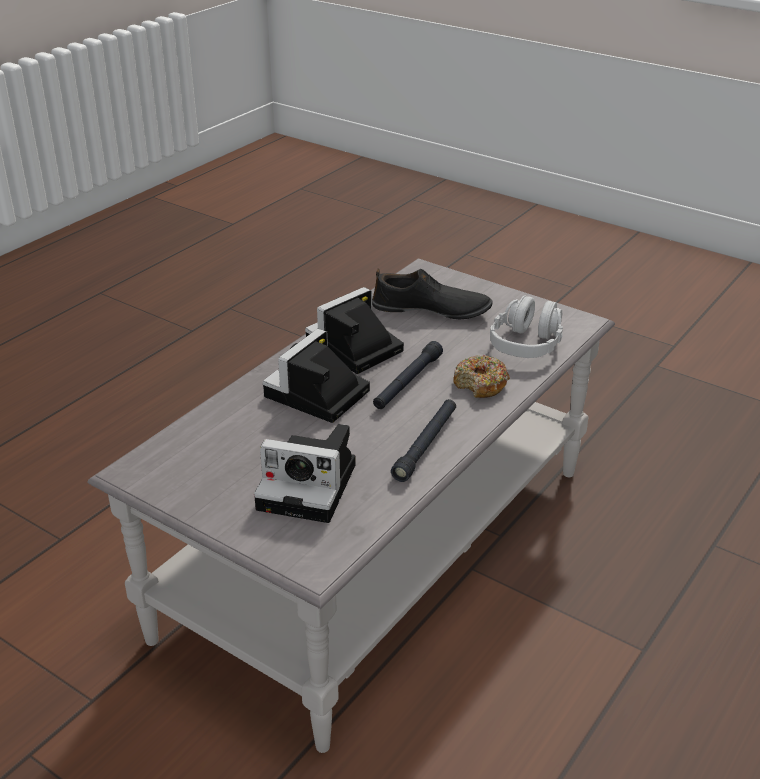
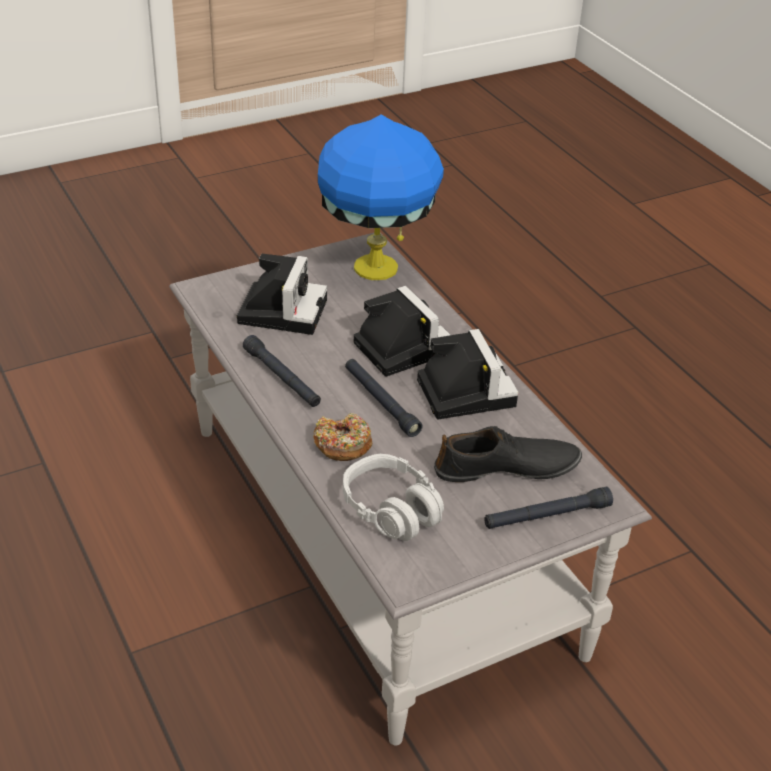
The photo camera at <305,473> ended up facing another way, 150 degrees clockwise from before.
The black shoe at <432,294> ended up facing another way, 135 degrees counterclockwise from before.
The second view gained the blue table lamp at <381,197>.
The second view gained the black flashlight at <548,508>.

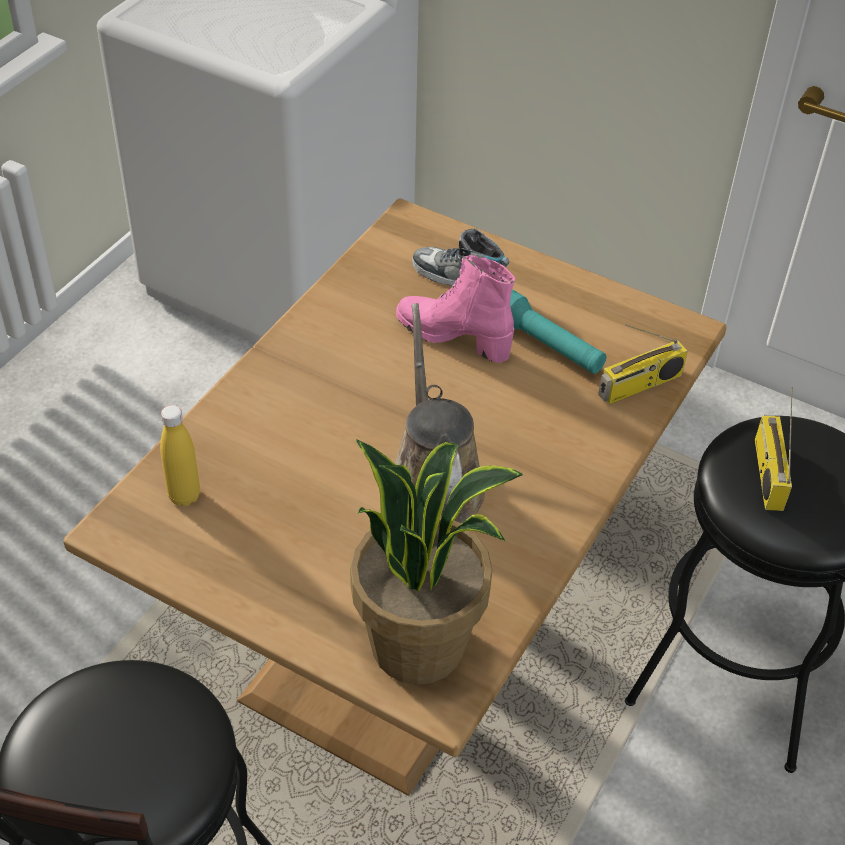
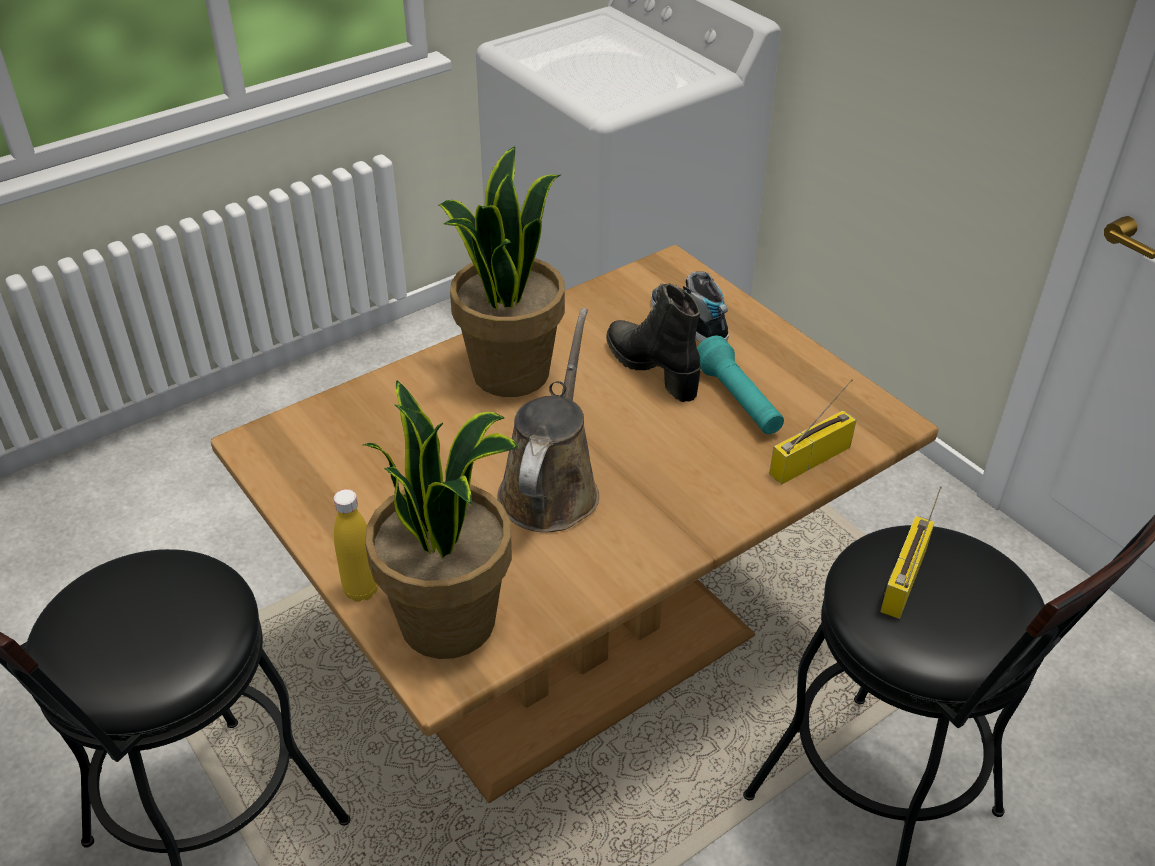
The yellow bottle ended up elsewhere, having gone from <180,455> to <356,545>.
What was the pink boot at <455,309> turned into the black boot at <653,342>.
The radio at <643,364> ended up facing another way, 150 degrees clockwise from before.
The second view gained the potted plant at <502,271>.

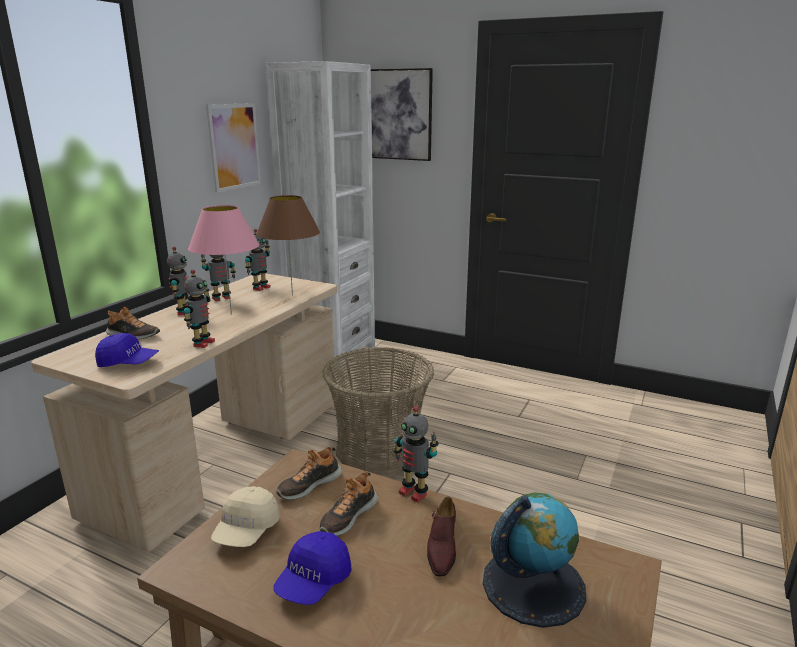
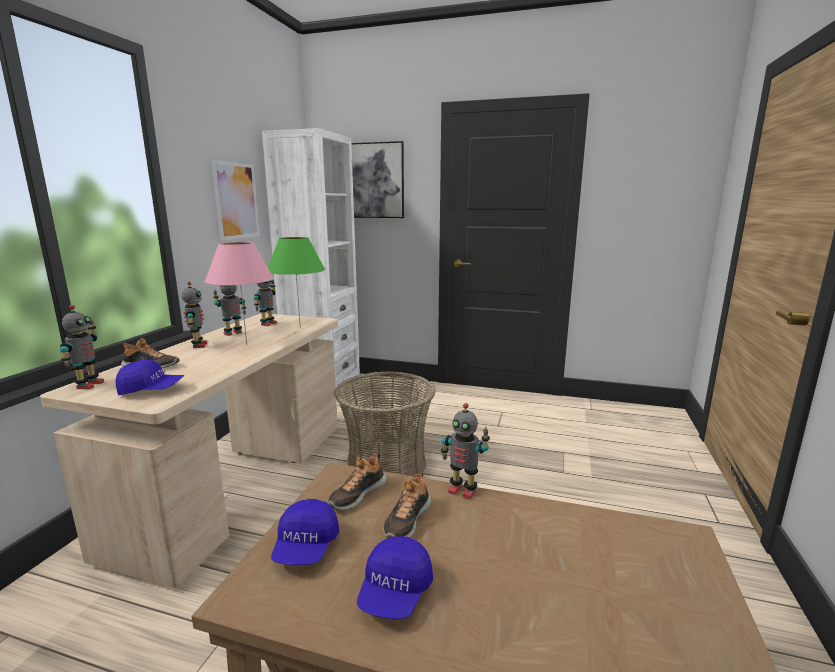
The toy robot ended up elsewhere, having gone from <199,308> to <82,347>.
What was the beige cap at <245,516> turned into the blue cap at <305,532>.
What was the brown table lamp at <288,245> turned into the green table lamp at <296,282>.
The second view lost the brown shoe at <441,537>.
The second view lost the globe at <534,560>.

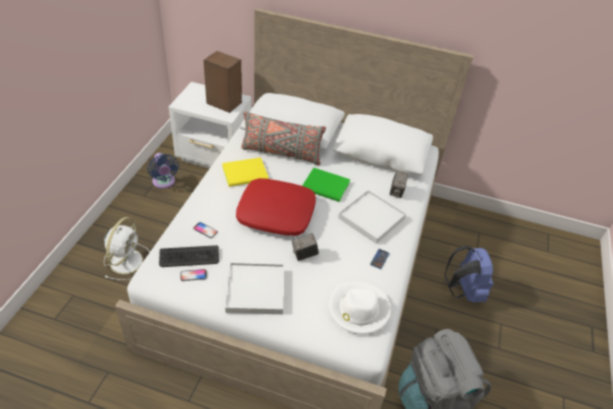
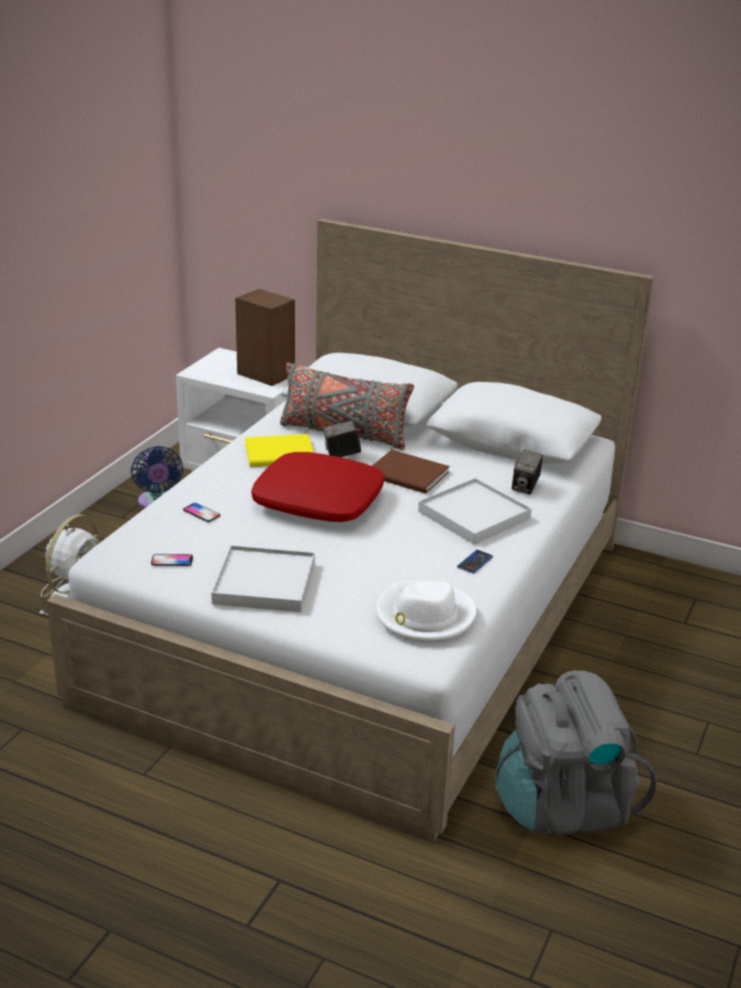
The second view lost the keyboard at <189,256>.
The photo camera ended up elsewhere, having gone from <305,247> to <342,438>.
What was the green book at <326,185> turned into the brown book at <411,472>.
The second view lost the blue backpack at <468,274>.

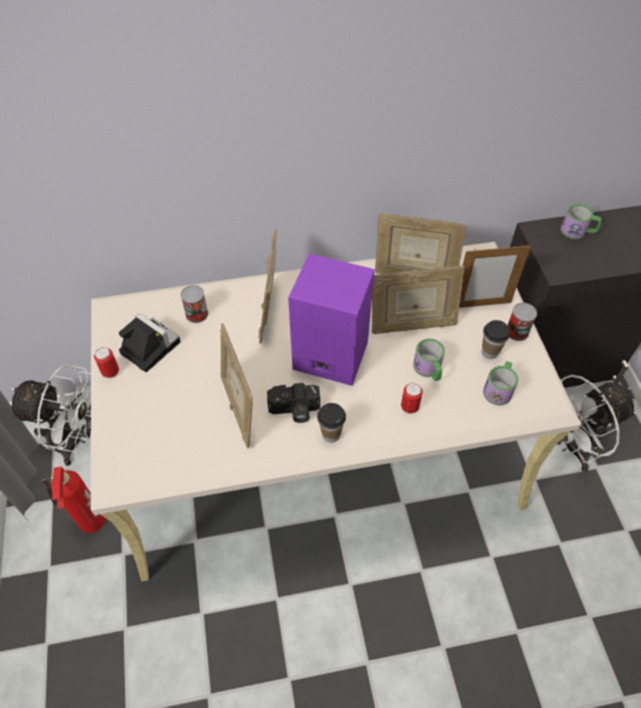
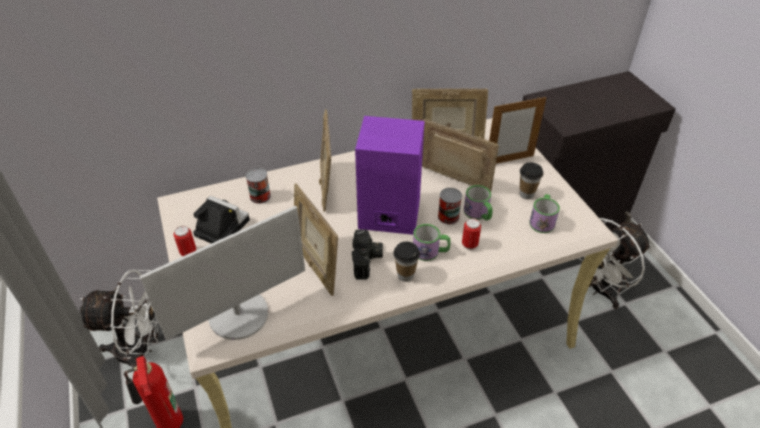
The photo camera at <293,403> ended up facing another way, 75 degrees counterclockwise from before.
The picture frame at <418,300> ended up facing another way, 135 degrees counterclockwise from before.
The can ended up elsewhere, having gone from <522,322> to <450,206>.
The mug ended up elsewhere, having gone from <581,221> to <432,242>.
The second view gained the monitor at <222,273>.

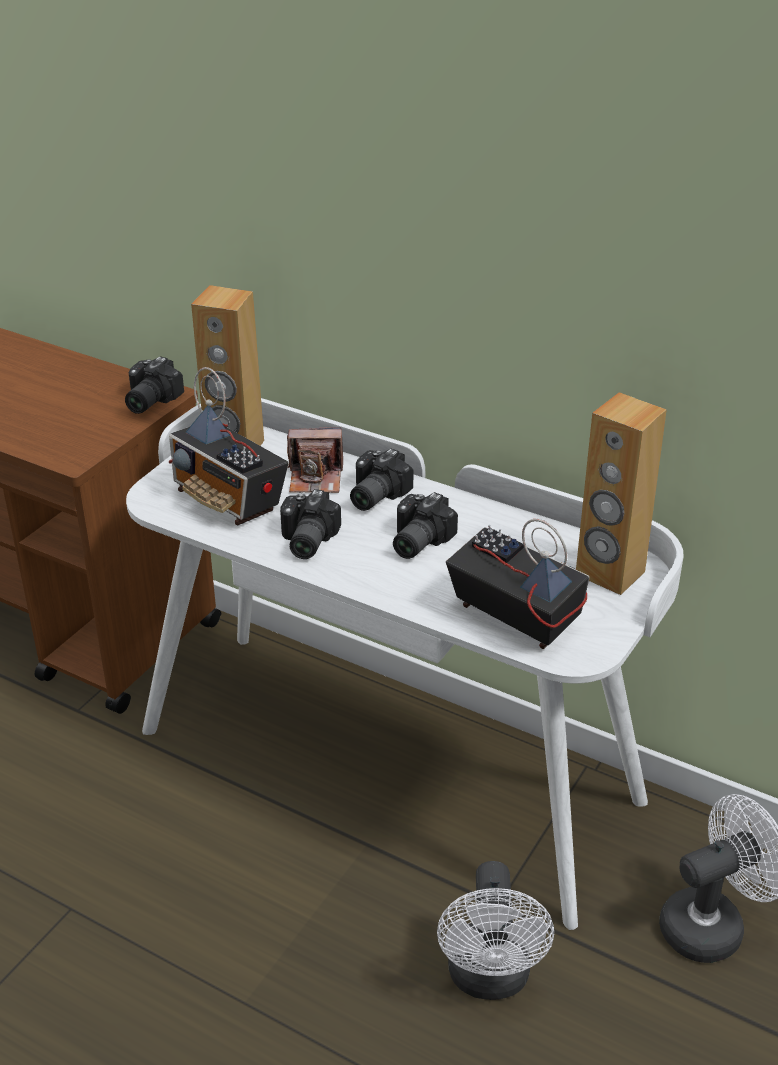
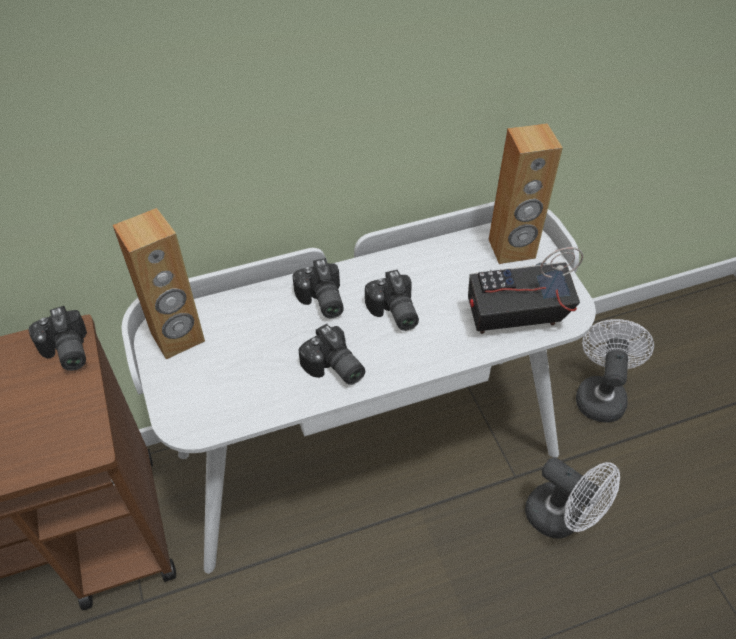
The second view lost the radio at <228,446>.
The second view lost the photo camera at <315,460>.

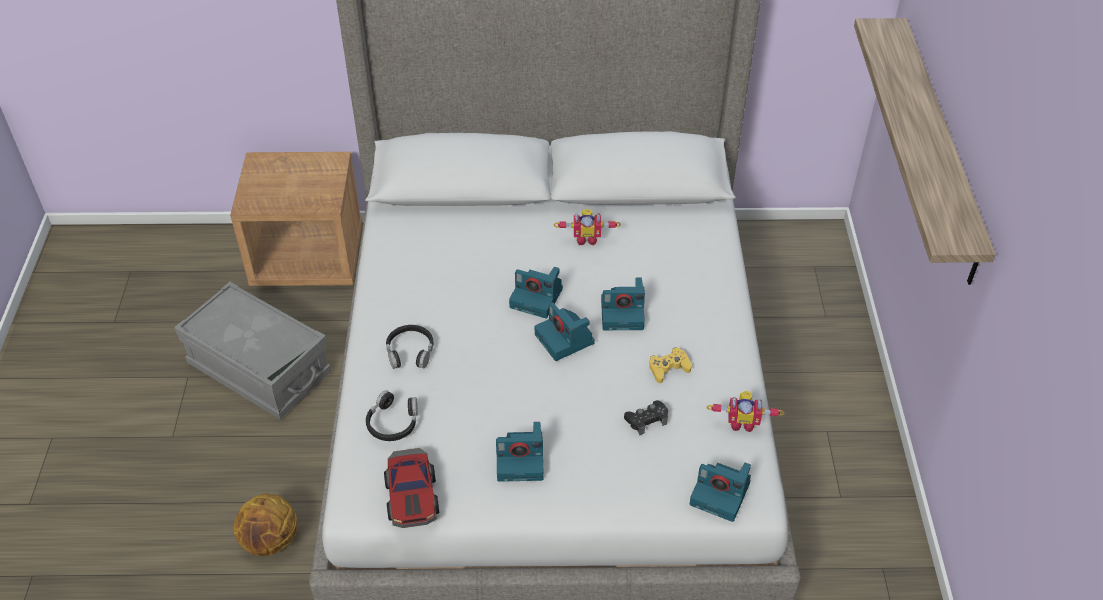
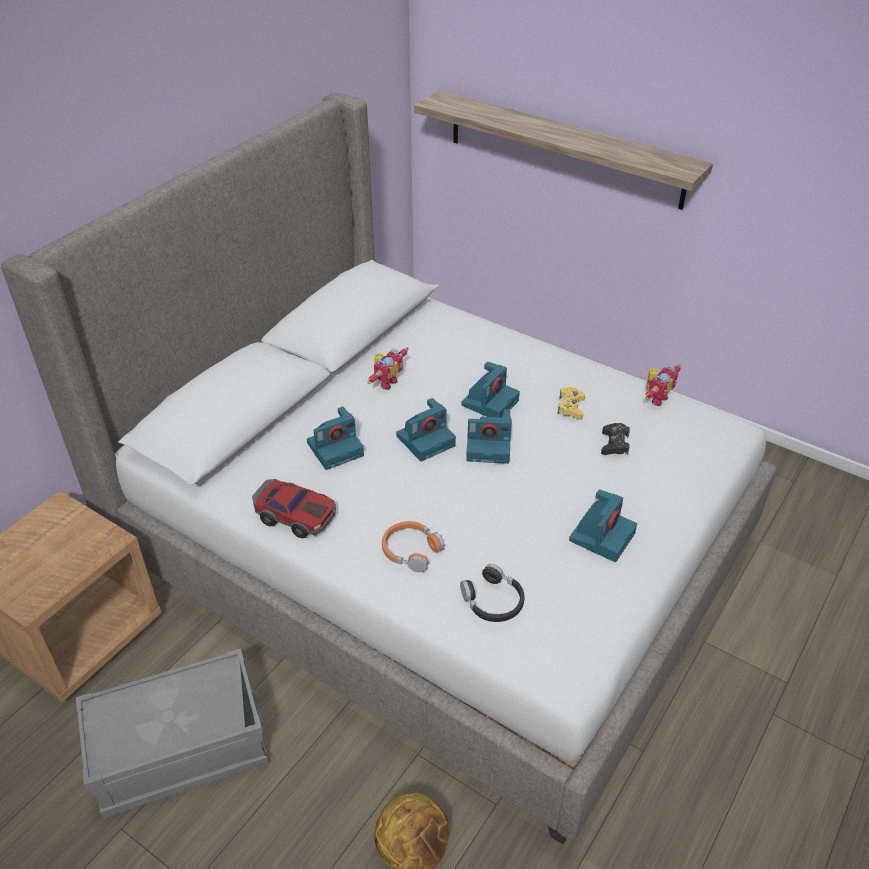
The toy car ended up elsewhere, having gone from <411,488> to <294,508>.
What was the black headphones at <409,347> turned into the orange headphones at <413,546>.
The photo camera ended up elsewhere, having gone from <720,492> to <335,438>.

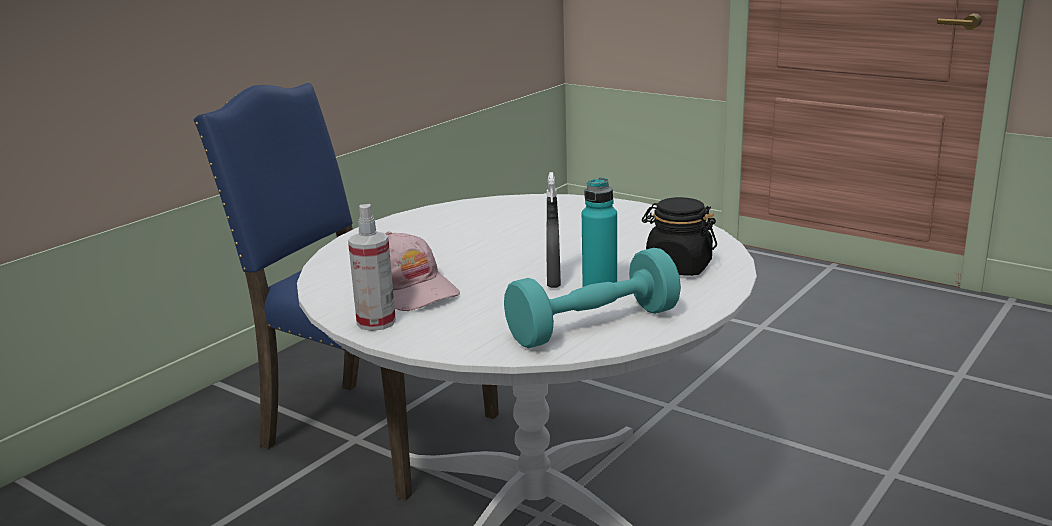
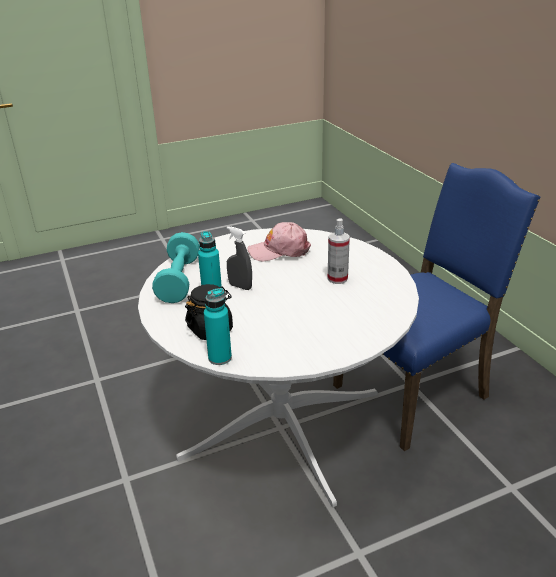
The spray bottle ended up elsewhere, having gone from <372,267> to <339,251>.
The second view gained the turquoise bottle at <218,326>.

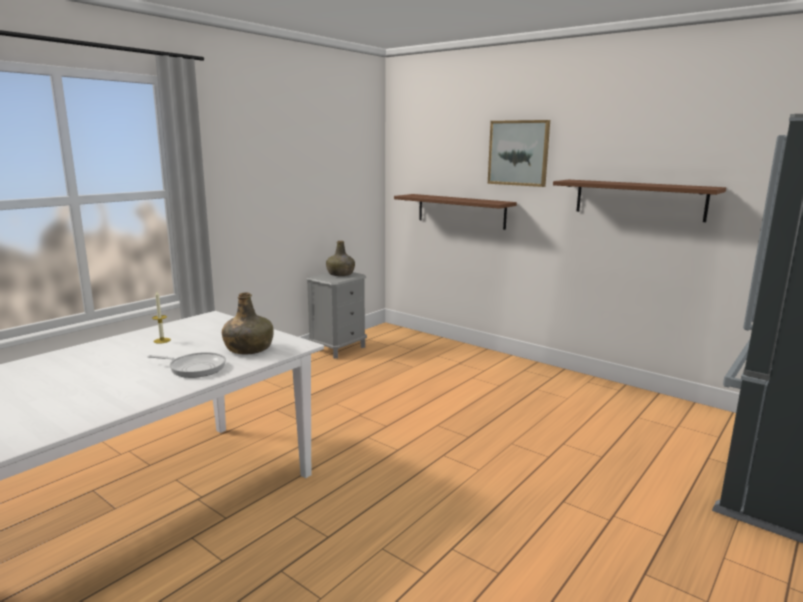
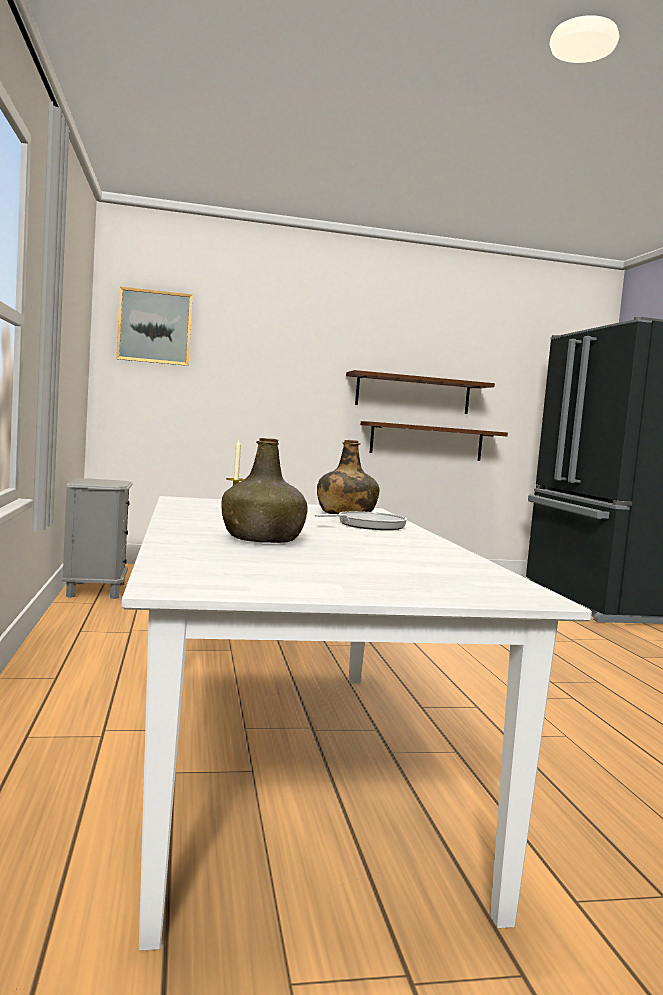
The green bottle ended up elsewhere, having gone from <340,258> to <264,490>.
The brown shelf ended up elsewhere, having gone from <455,212> to <434,441>.
The picture ended up elsewhere, having gone from <519,153> to <154,326>.

